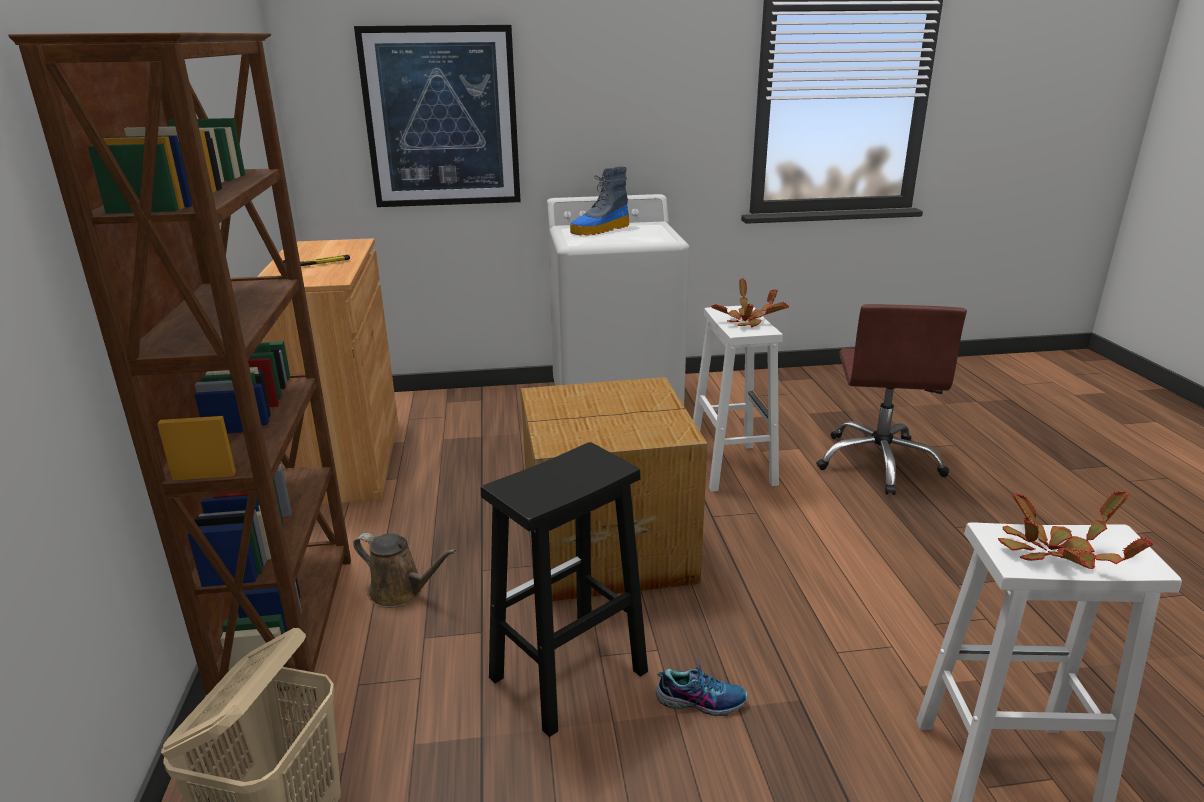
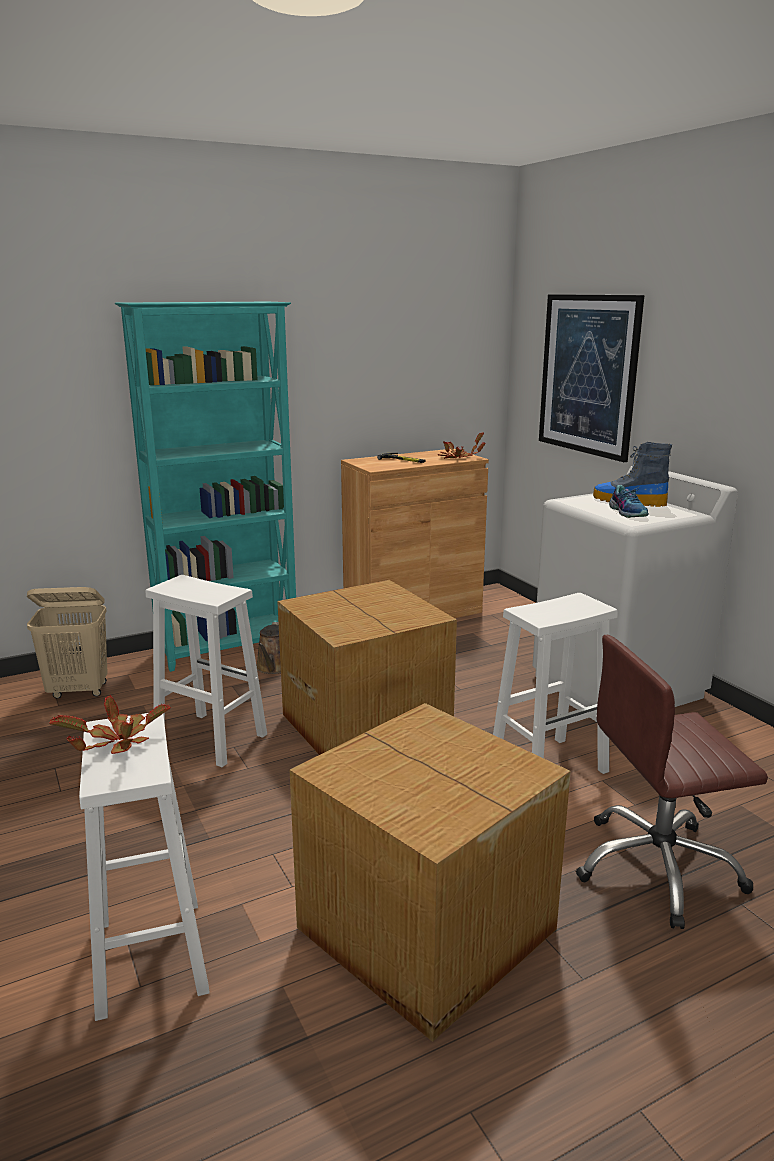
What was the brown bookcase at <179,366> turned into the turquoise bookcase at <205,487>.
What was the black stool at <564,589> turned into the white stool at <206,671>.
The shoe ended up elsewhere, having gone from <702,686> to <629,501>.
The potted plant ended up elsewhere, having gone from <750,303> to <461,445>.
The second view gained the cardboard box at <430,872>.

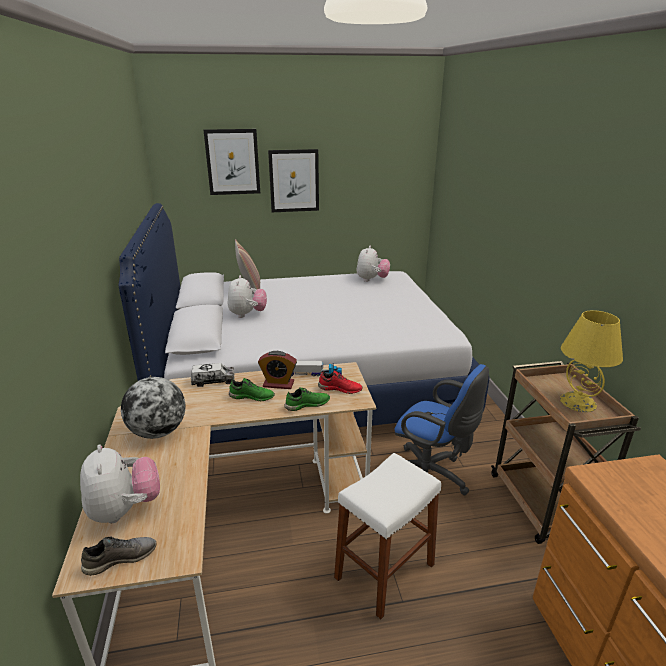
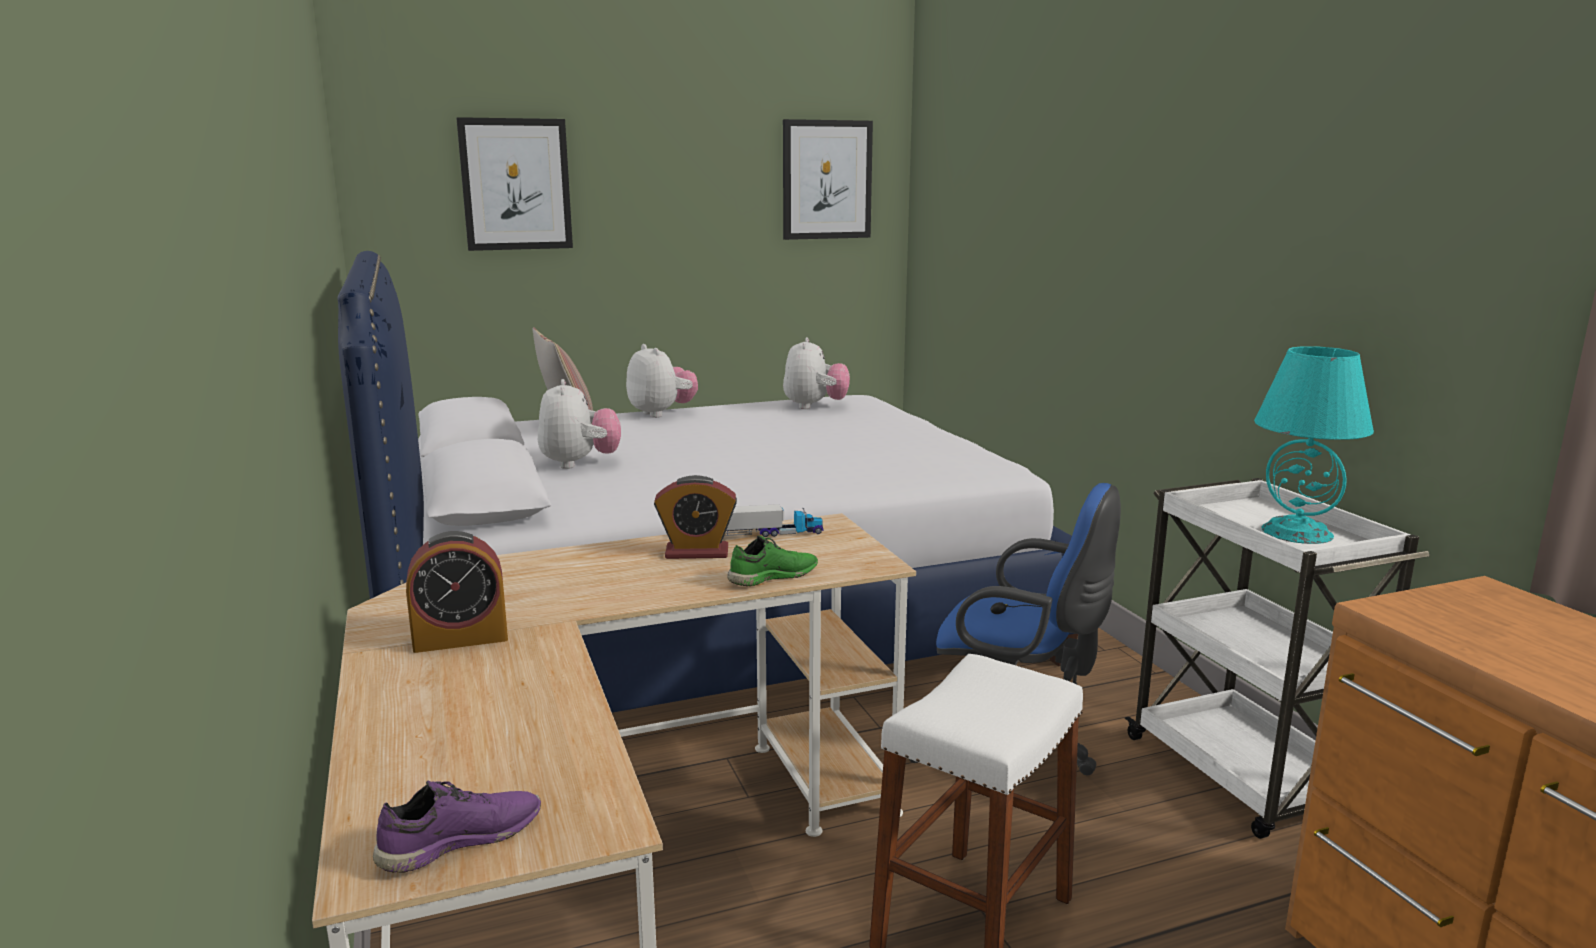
The plush toy ended up elsewhere, having gone from <120,483> to <662,381>.
What was the grey shoe at <118,556> turned into the purple shoe at <457,827>.
Where the globe stood at <153,408>, the alarm clock came to stand at <457,592>.
The second view lost the toy truck at <213,375>.
The second view lost the green shoe at <252,389>.
The picture ended up elsewhere, having gone from <293,180> to <828,179>.
The second view lost the red shoe at <340,382>.
What was the brown cart at <566,452> turned into the white cart at <1277,658>.
What was the yellow table lamp at <591,361> turned into the turquoise table lamp at <1314,445>.

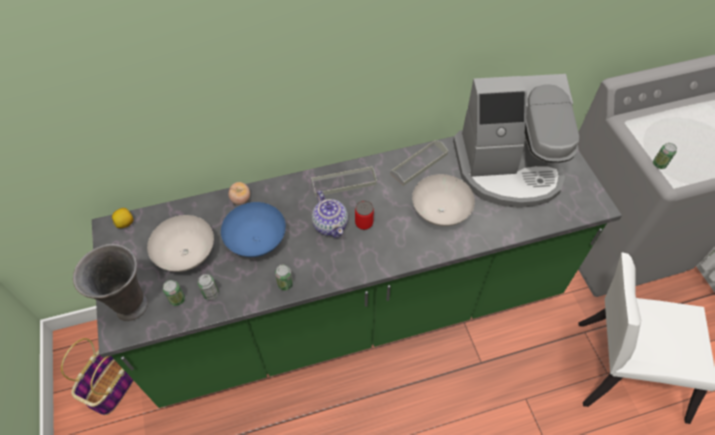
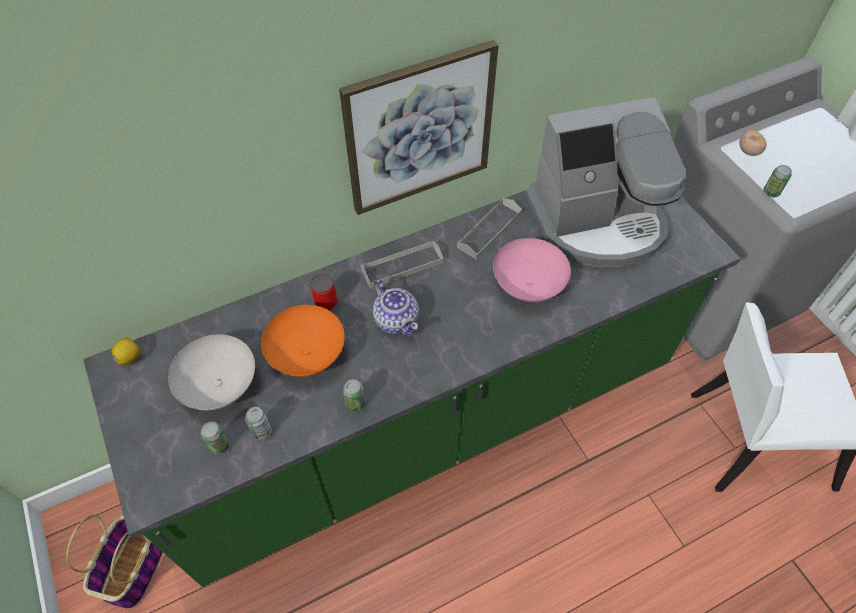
The second view lost the grey vase at <110,282>.
What was the blue bowl at <253,229> turned into the orange bowl at <303,341>.
The tomato ended up elsewhere, having gone from <239,193> to <752,143>.
The can ended up elsewhere, having gone from <364,215> to <324,292>.
What was the white bowl at <443,200> turned into the pink bowl at <532,270>.
The second view gained the picture at <419,127>.

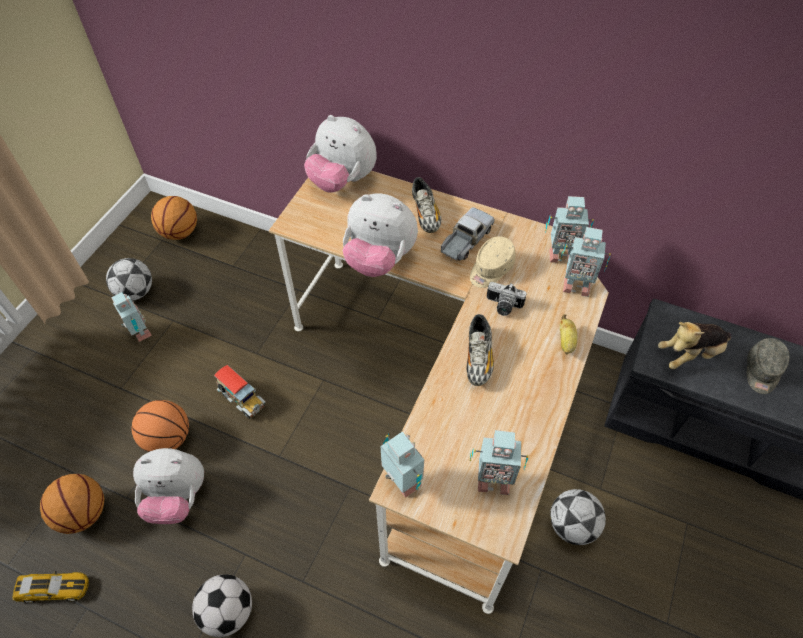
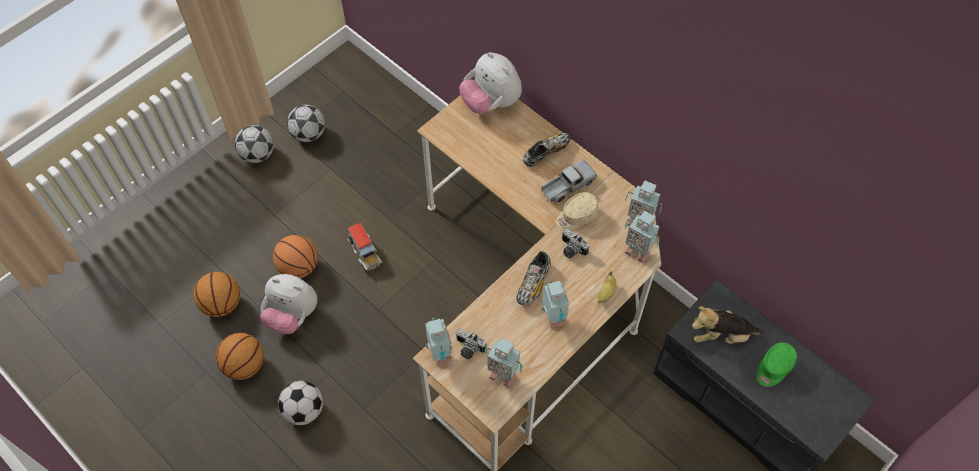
The second view lost the toy car at <51,587>.
The toy robot ended up elsewhere, having gone from <131,317> to <555,304>.
The basketball ended up elsewhere, having gone from <174,218> to <239,356>.
The second view lost the plush toy at <380,235>.
The shoe at <426,205> ended up facing another way, 135 degrees counterclockwise from before.
The football ended up elsewhere, having gone from <578,517> to <254,144>.
What was the grey cap at <768,366> turned into the green cap at <776,364>.
The second view gained the photo camera at <471,343>.

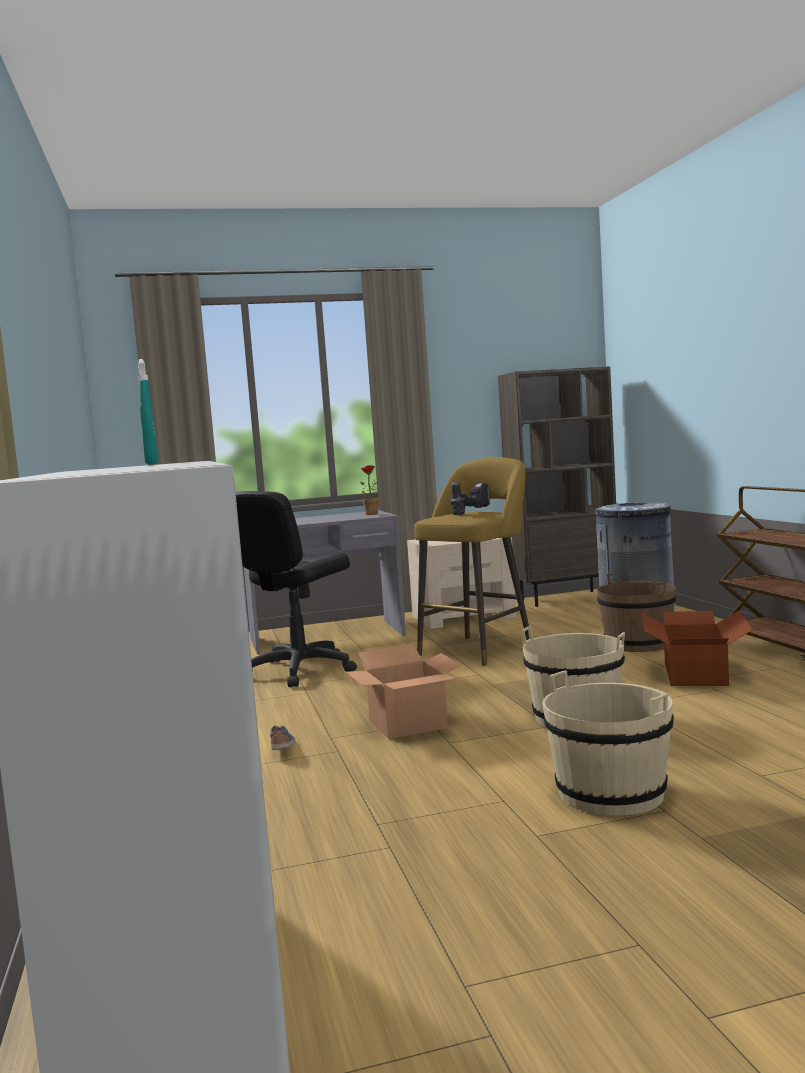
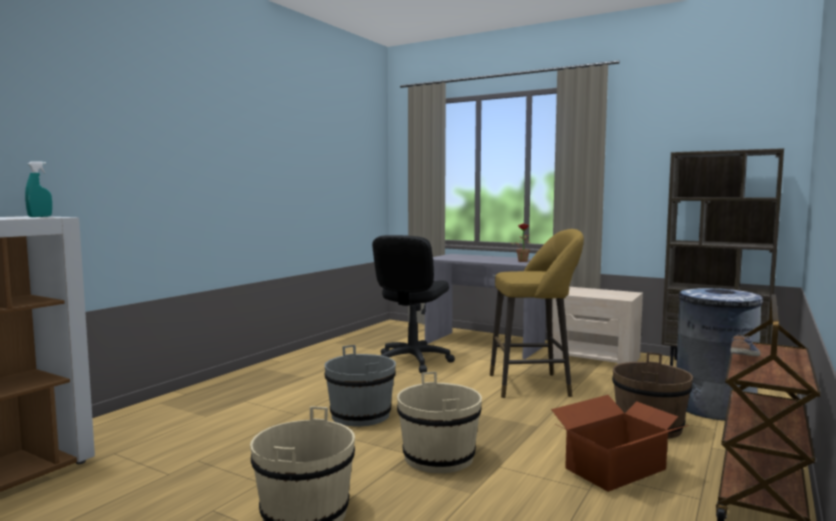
The black office chair at <296,589> ended up facing another way, 60 degrees counterclockwise from before.
The shoe ended up elsewhere, having gone from <283,737> to <745,345>.
Where the cardboard box stood at <404,691>, the grey bucket came to stand at <360,385>.
The second view lost the power drill at <470,498>.

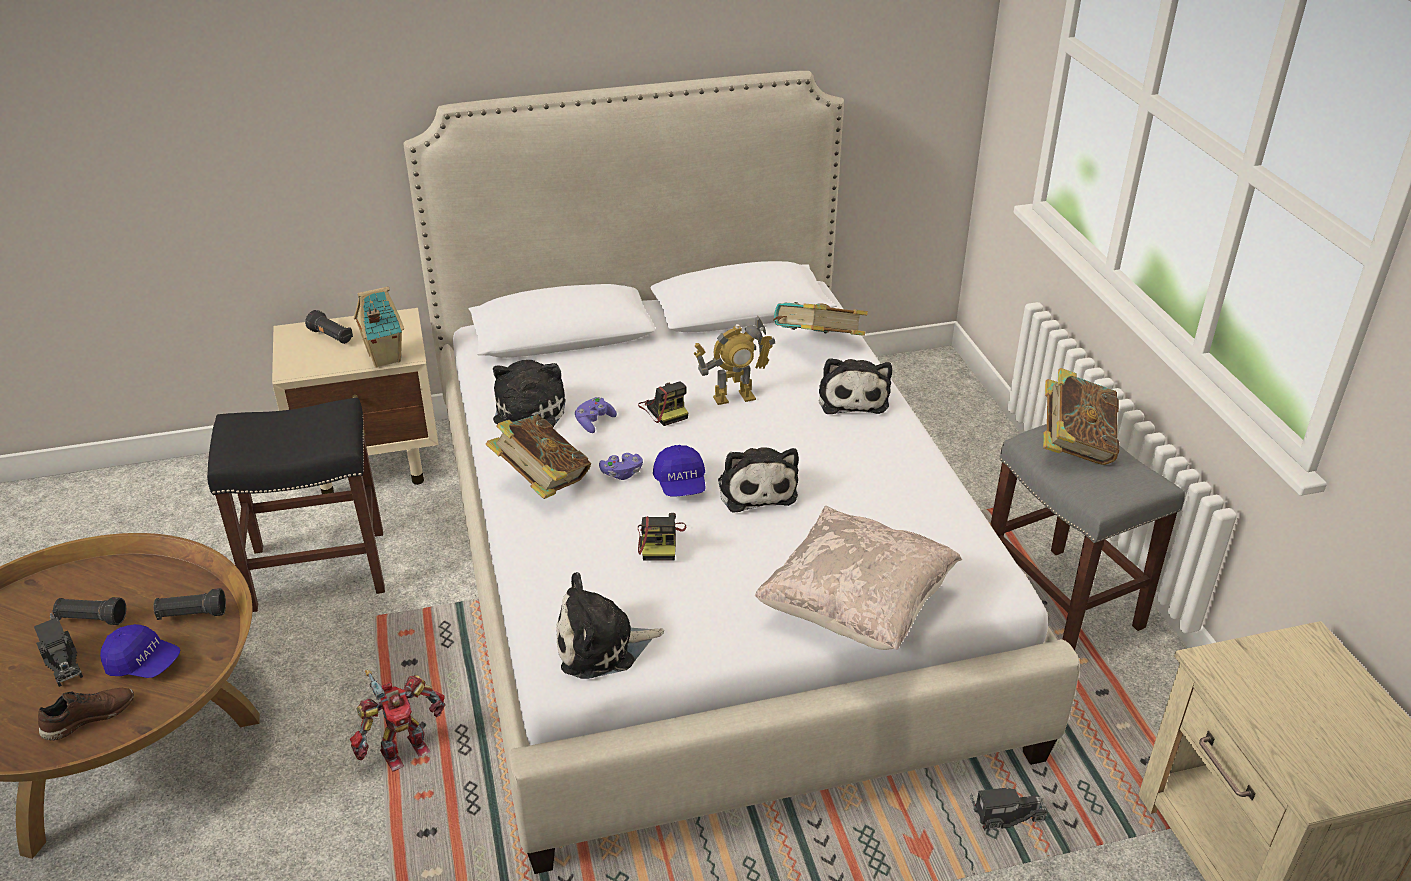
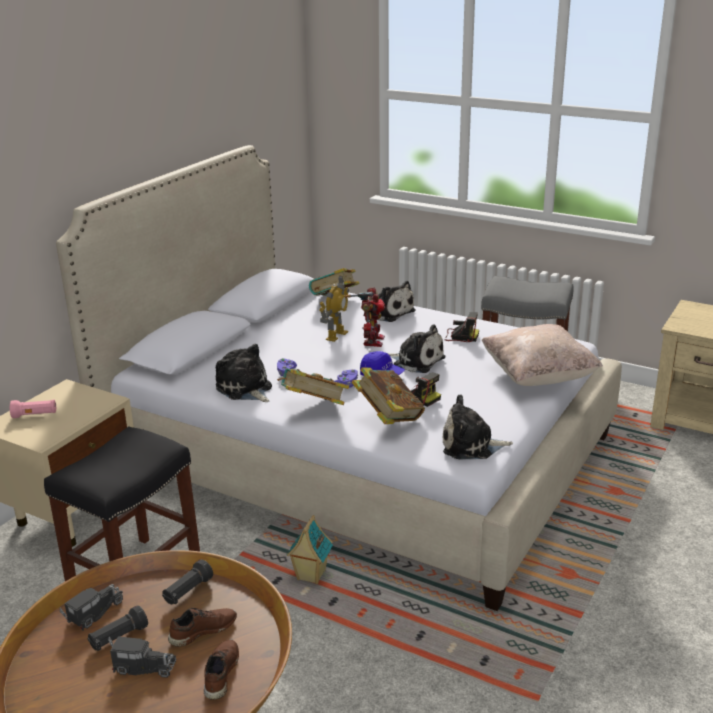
Where the blue cap stood at <140,651>, the brown shoe came to stand at <202,627>.
What was the black flashlight at <329,327> turned into the pink flashlight at <33,409>.
The toy robot ended up elsewhere, having gone from <397,721> to <365,317>.
The toy house ended up elsewhere, having gone from <379,327> to <310,549>.
The plush toy at <610,625> ended up facing another way, 60 degrees clockwise from before.
The photo camera ended up elsewhere, having gone from <663,404> to <462,327>.
The toy truck ended up elsewhere, having gone from <1009,809> to <91,607>.
The book ended up elsewhere, having gone from <1081,416> to <388,395>.

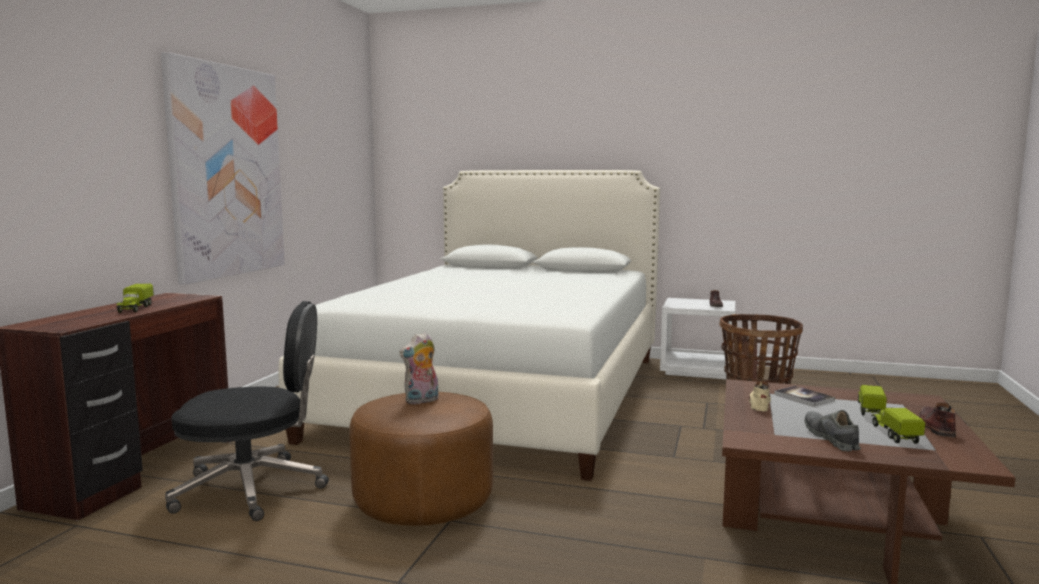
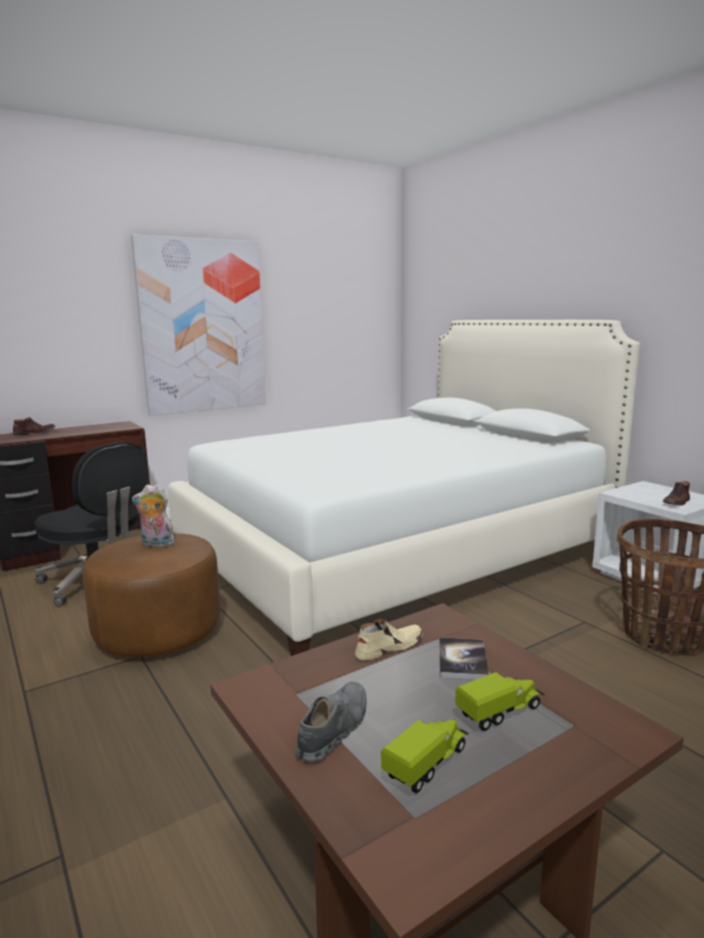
The second view lost the toy truck at <135,298>.
The brown shoe ended up elsewhere, having gone from <937,419> to <34,426>.

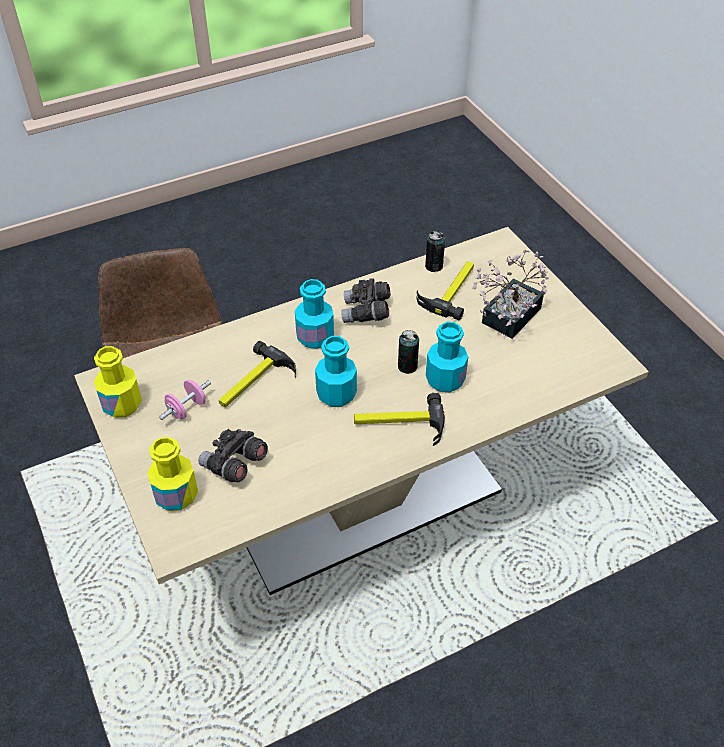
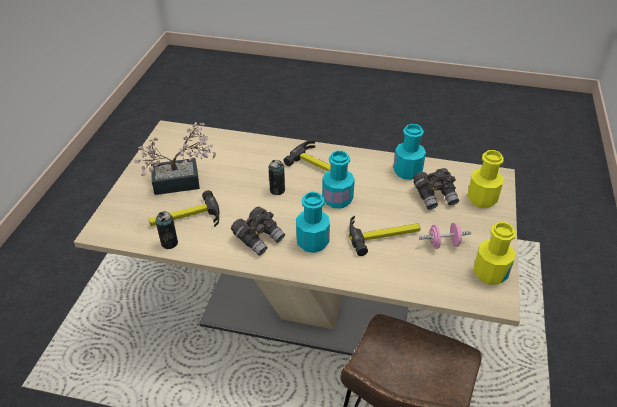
The turquoise bottle ended up elsewhere, having gone from <447,356> to <409,152>.

